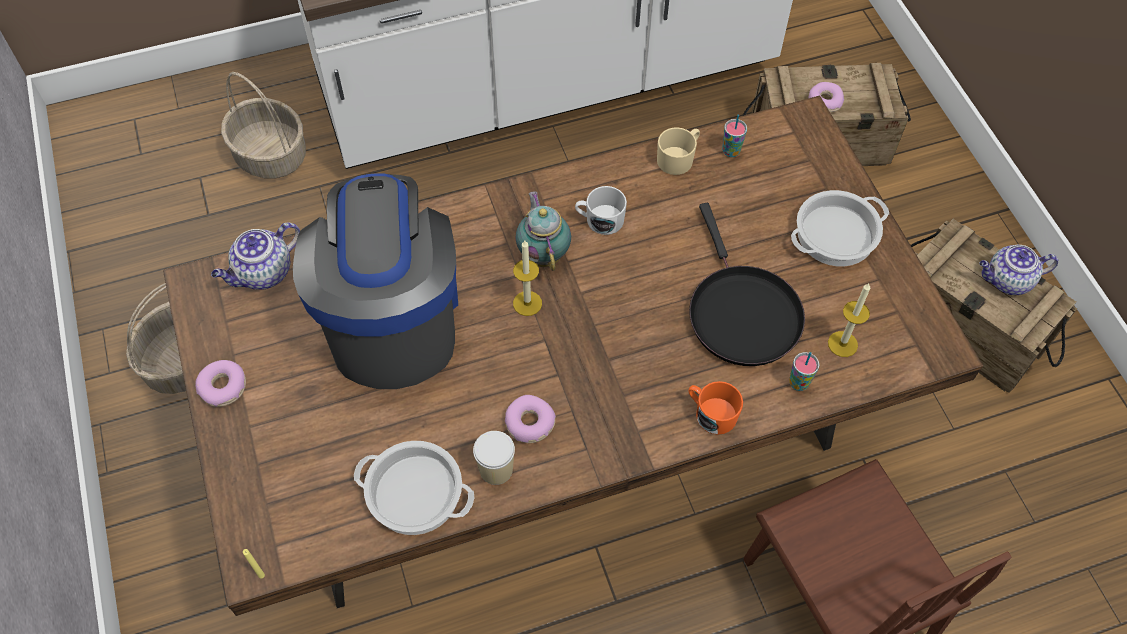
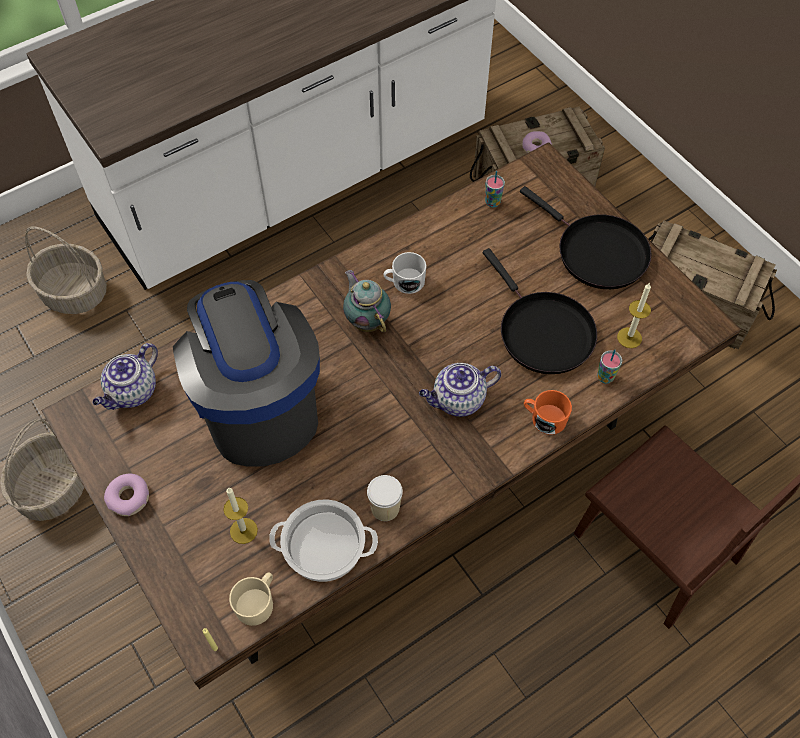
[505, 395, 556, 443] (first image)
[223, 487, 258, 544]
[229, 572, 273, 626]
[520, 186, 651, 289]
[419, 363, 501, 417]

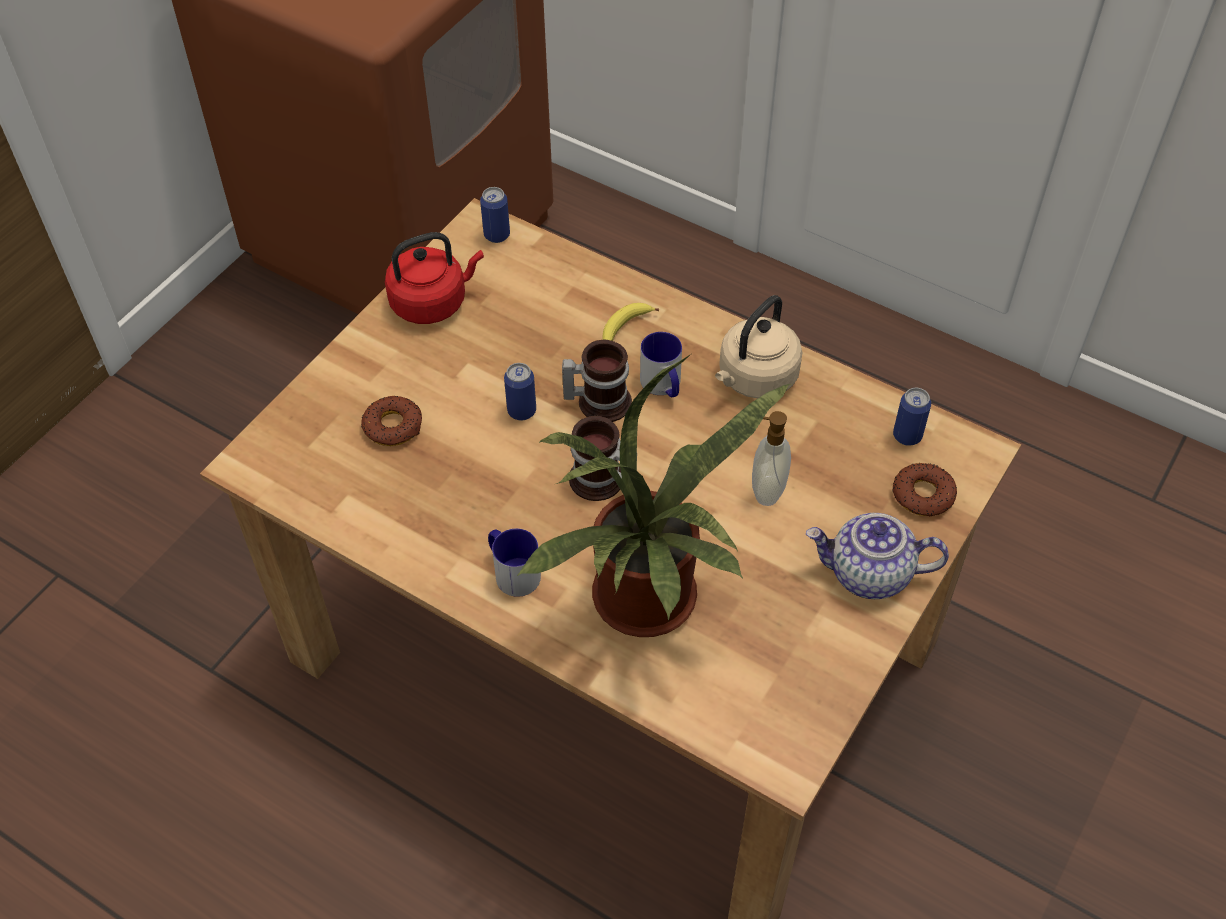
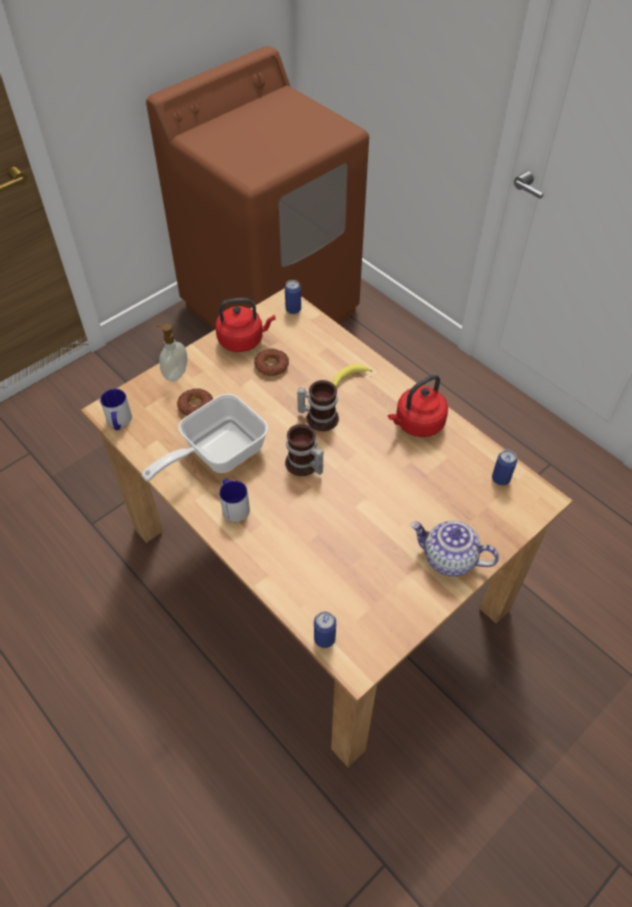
[314, 611, 336, 648]
[516, 355, 791, 637] (first image)
[100, 389, 132, 430]
[388, 374, 448, 437]
[156, 324, 187, 382]
[254, 348, 289, 376]
[142, 394, 268, 481]

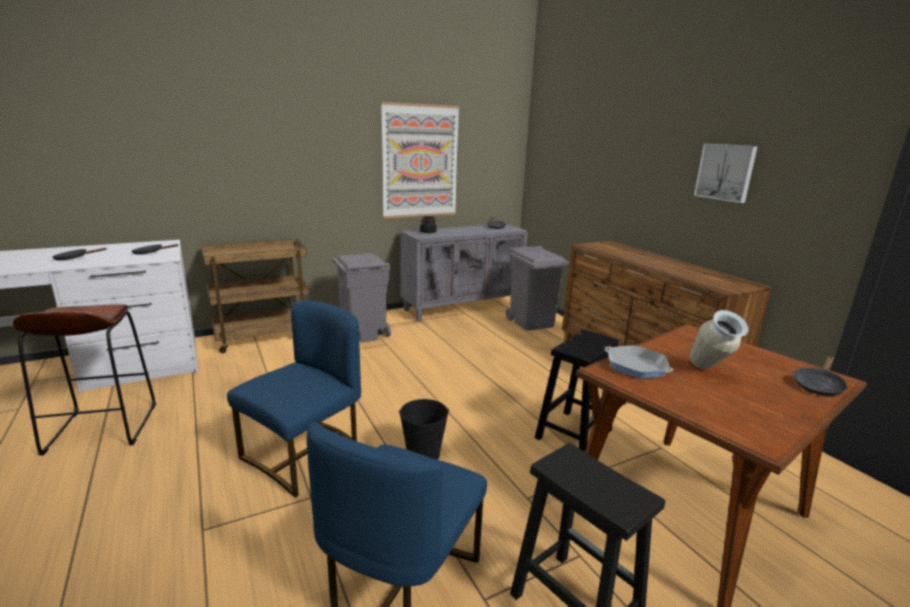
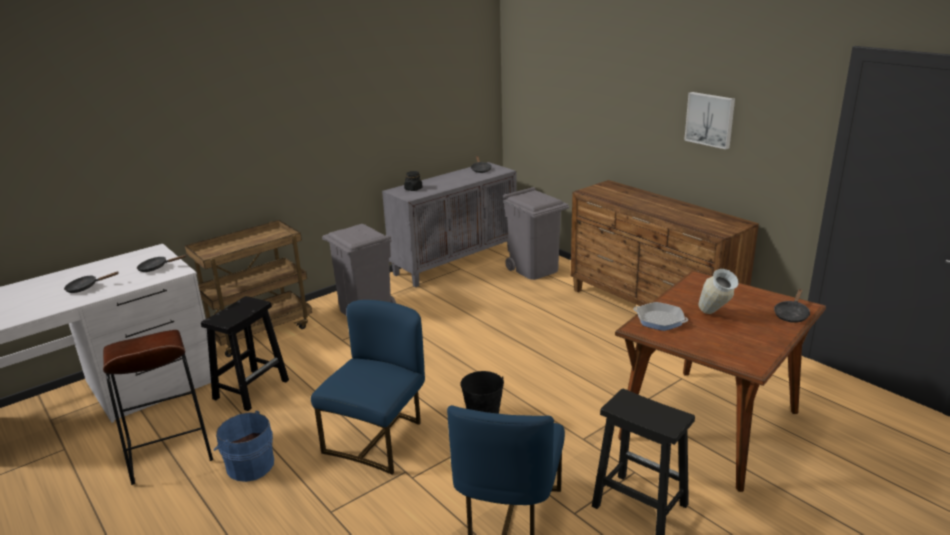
[381, 102, 459, 218] (first image)
[201, 296, 289, 411]
[213, 411, 274, 482]

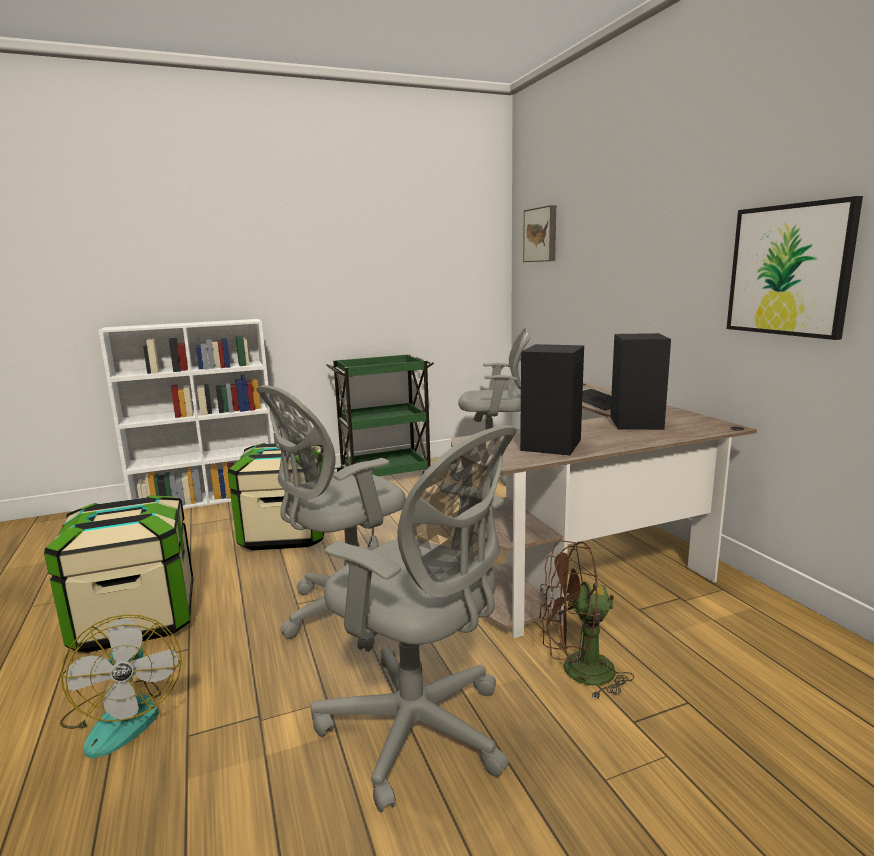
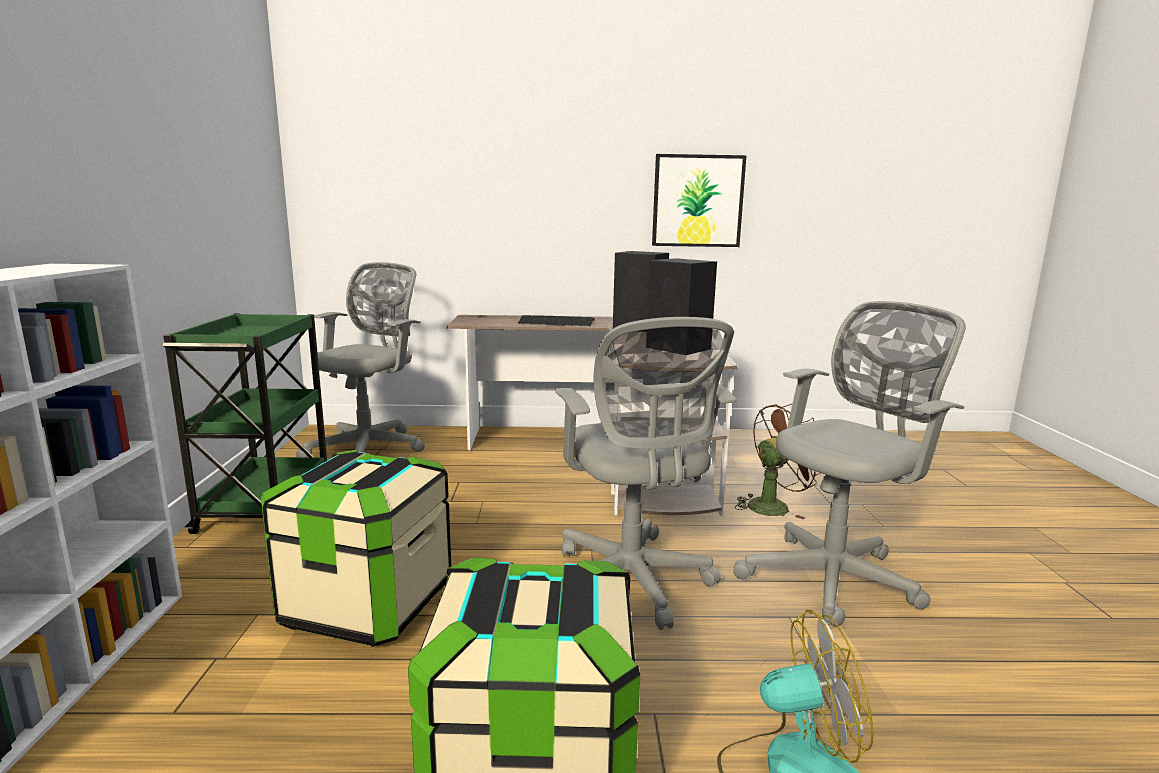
[523, 205, 556, 262] (first image)
[735, 403, 821, 520]

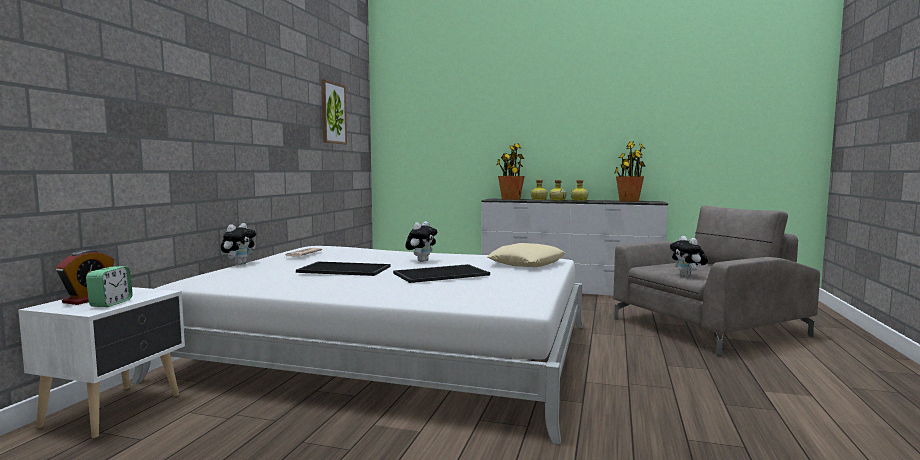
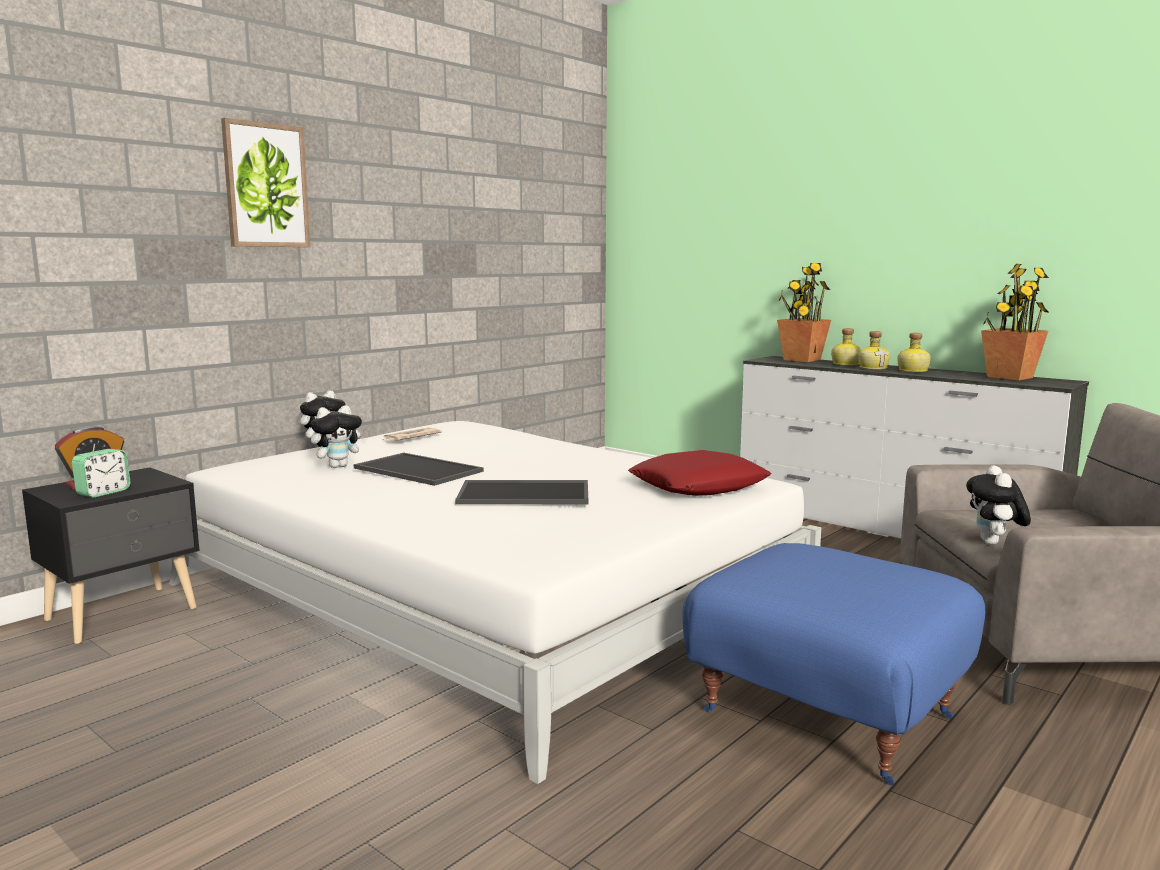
[22, 468, 200, 644]
[221, 118, 311, 247]
[311, 405, 367, 468]
[628, 450, 772, 496]
[682, 543, 985, 785]

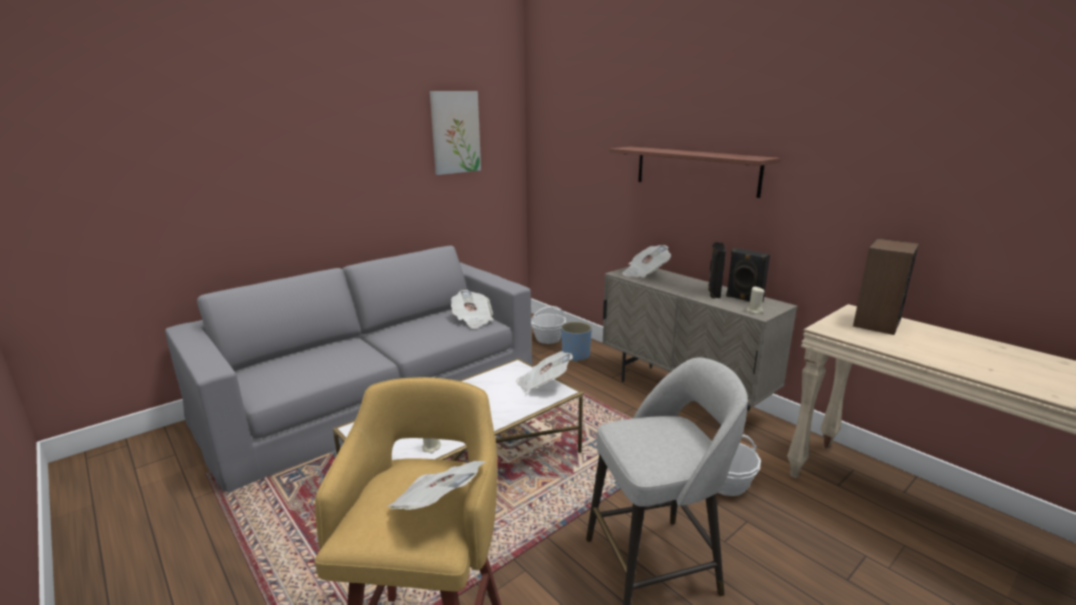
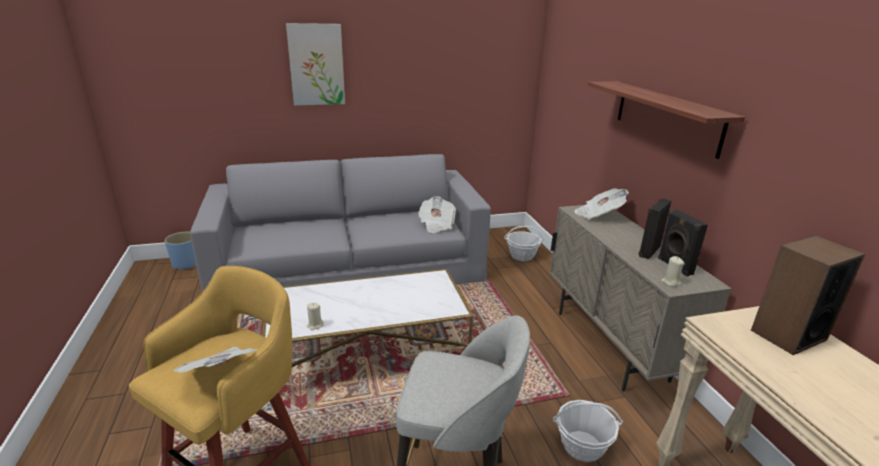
[286, 23, 345, 105]
[516, 351, 573, 392] (first image)
[165, 232, 196, 270]

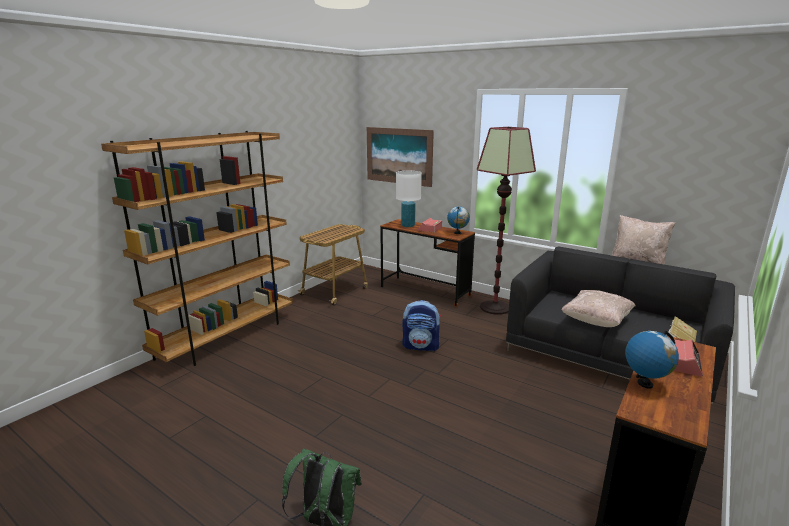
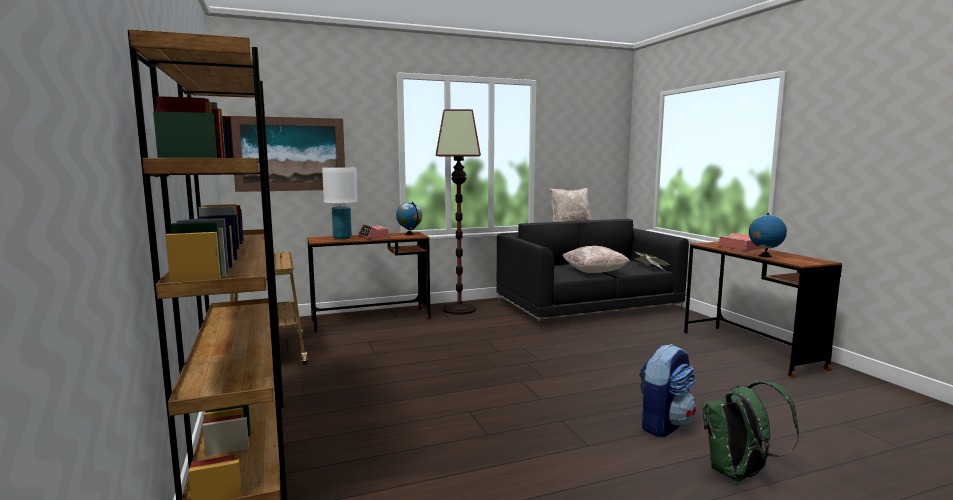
[640, 344, 696, 437]

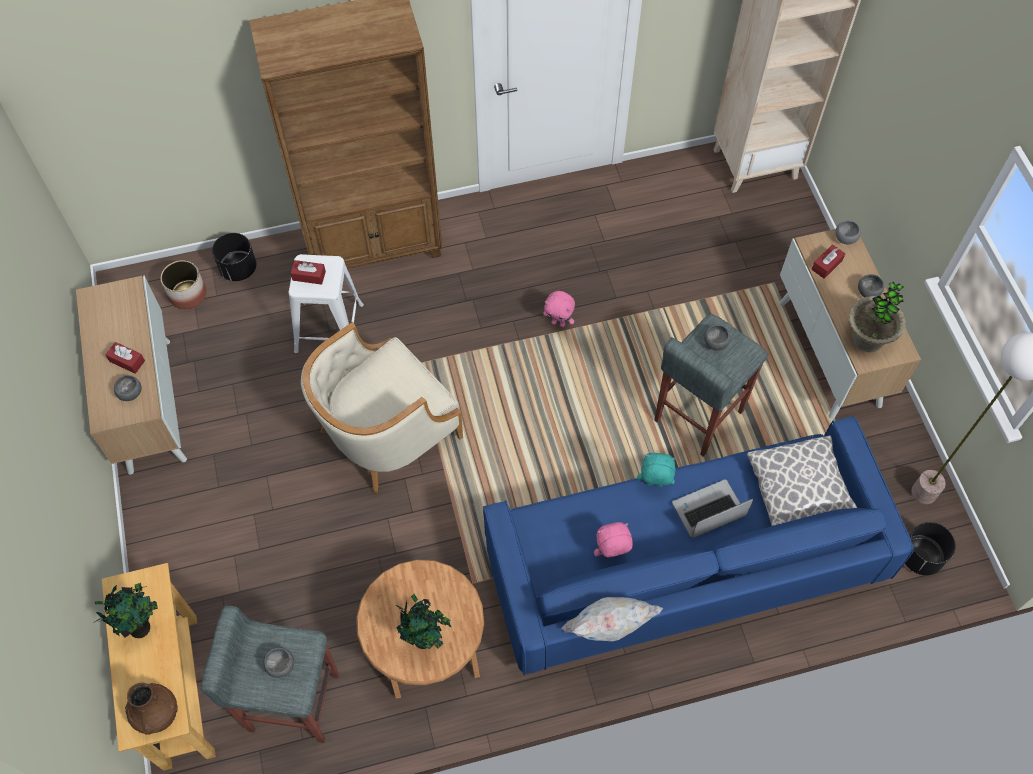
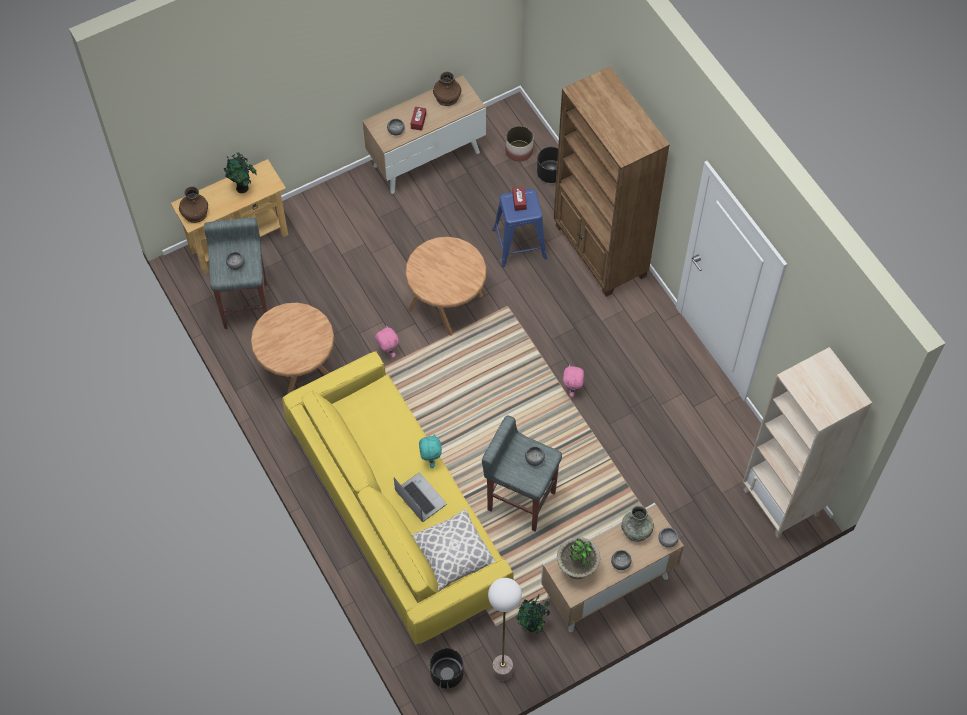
[492, 189, 547, 267]
[405, 237, 486, 335]
[516, 595, 550, 634]
[282, 351, 513, 644]
[561, 597, 664, 641] (first image)
[375, 325, 399, 358]
[621, 506, 654, 542]
[433, 72, 461, 106]

